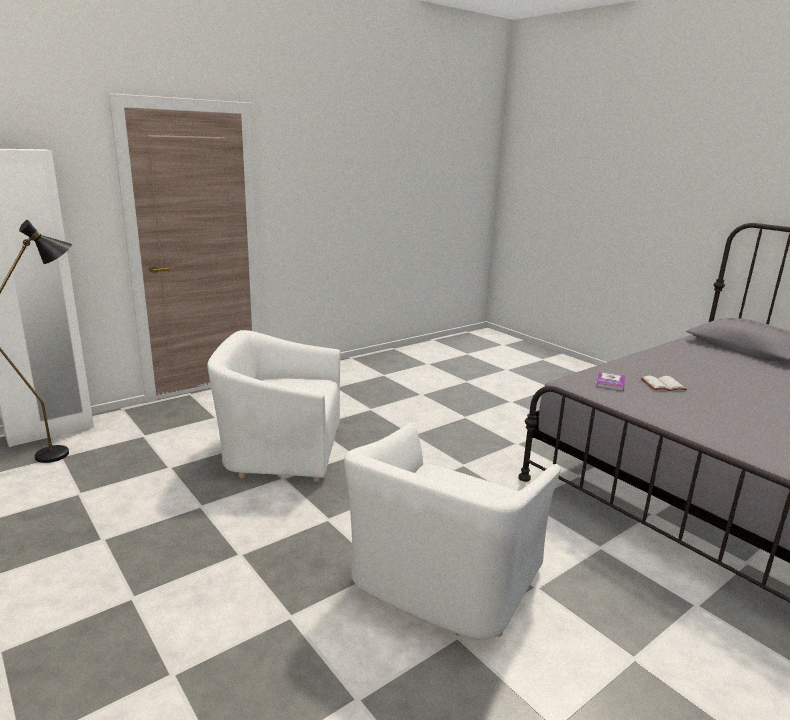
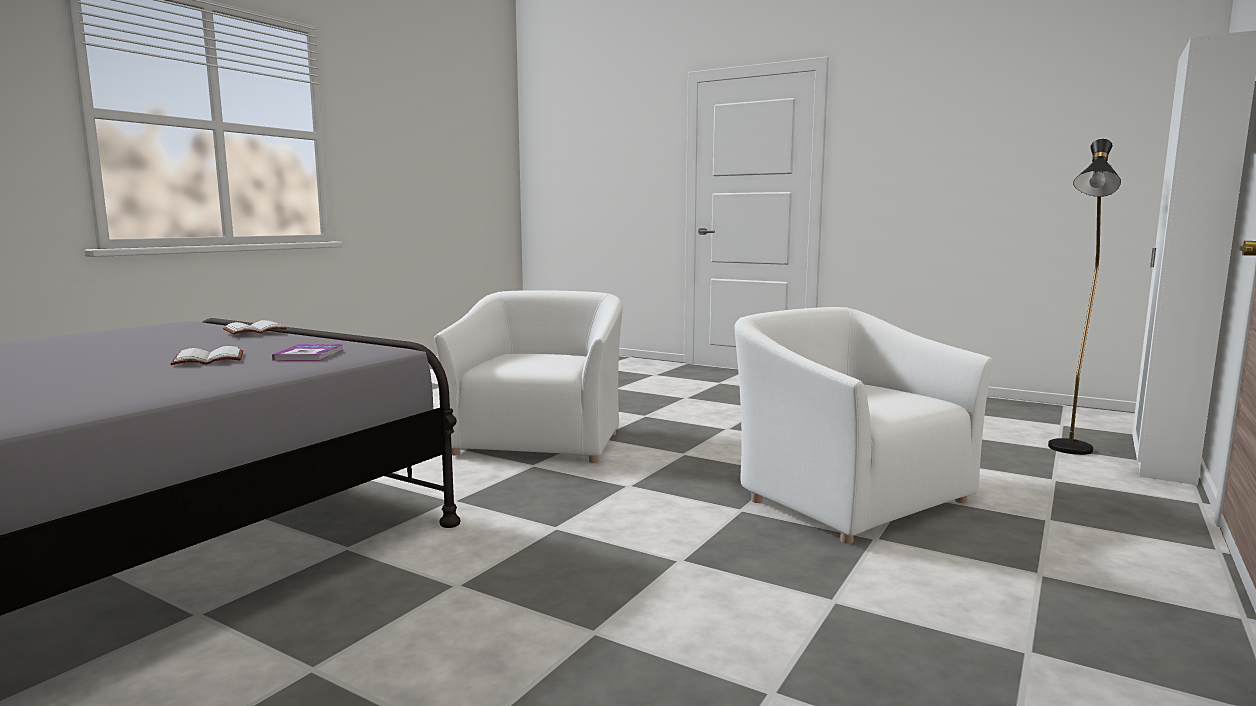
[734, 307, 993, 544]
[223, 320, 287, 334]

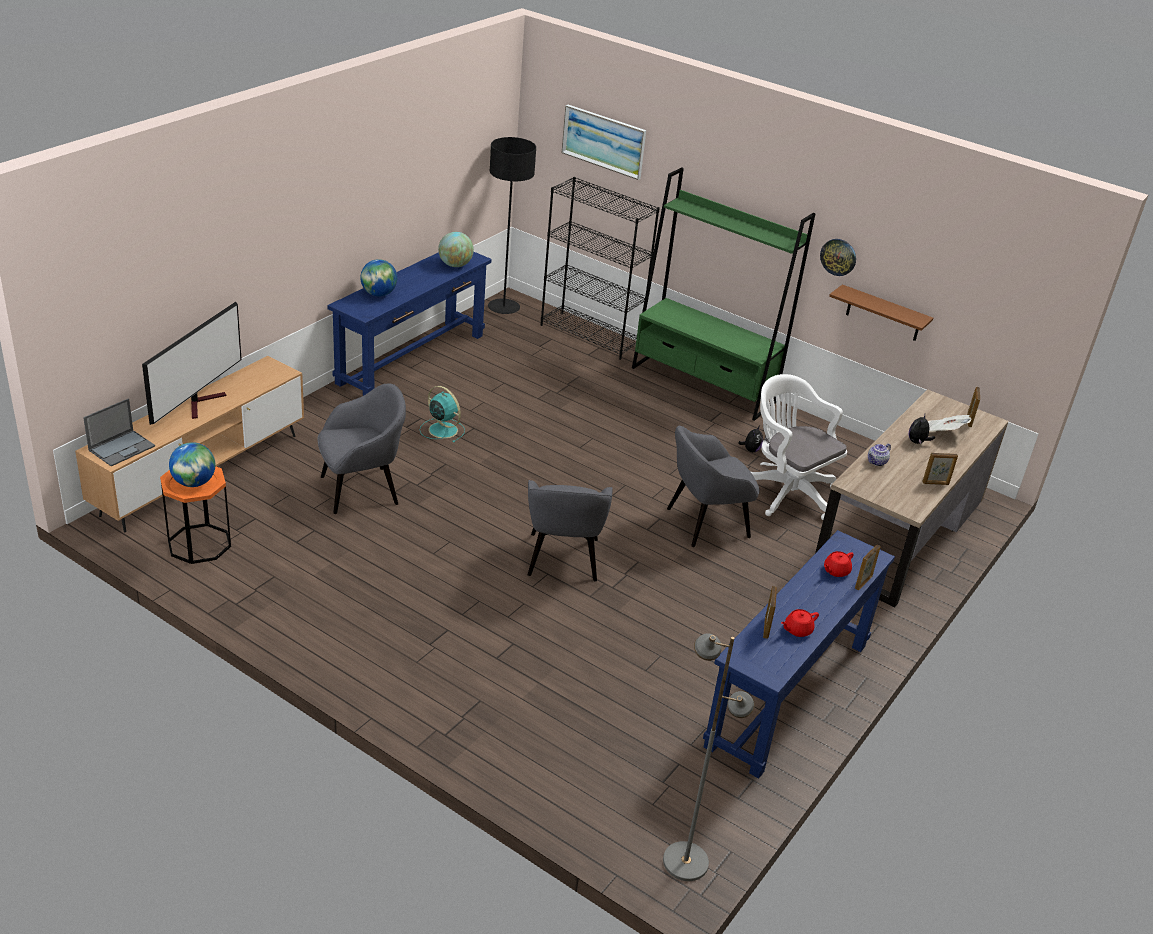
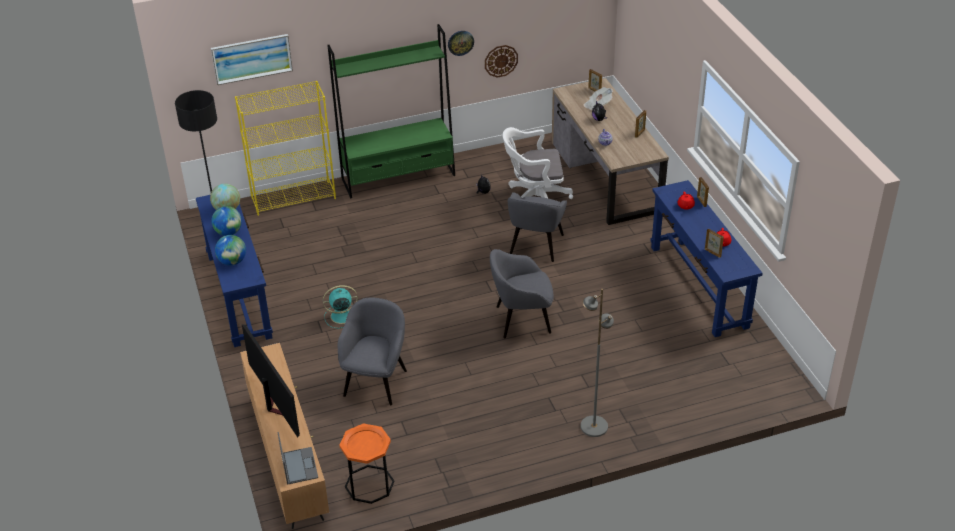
[211, 206, 242, 236]
[490, 249, 554, 339]
[235, 81, 336, 216]
[580, 289, 614, 437]
[485, 45, 518, 78]

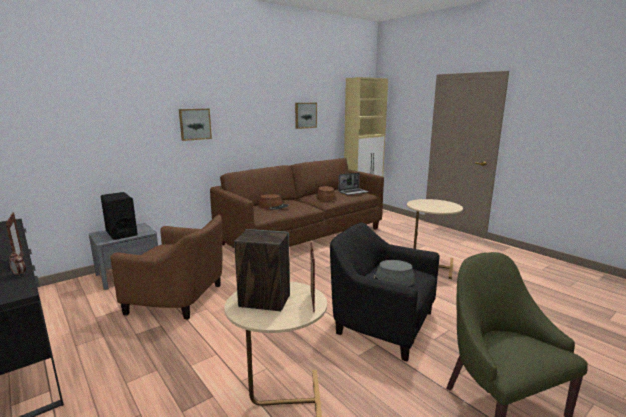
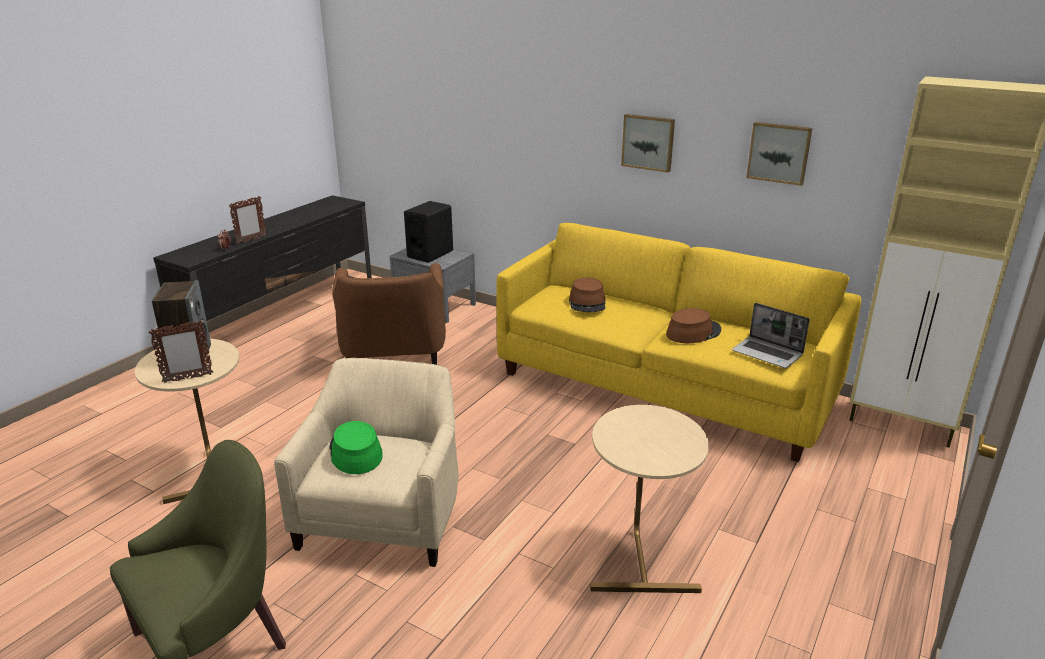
[621, 114, 675, 173]
[496, 223, 861, 462]
[274, 358, 458, 567]
[329, 421, 383, 474]

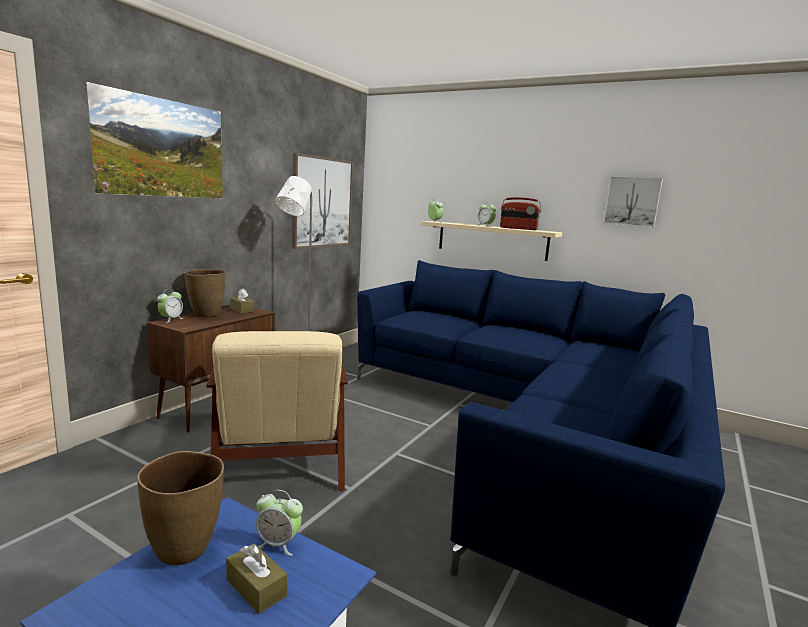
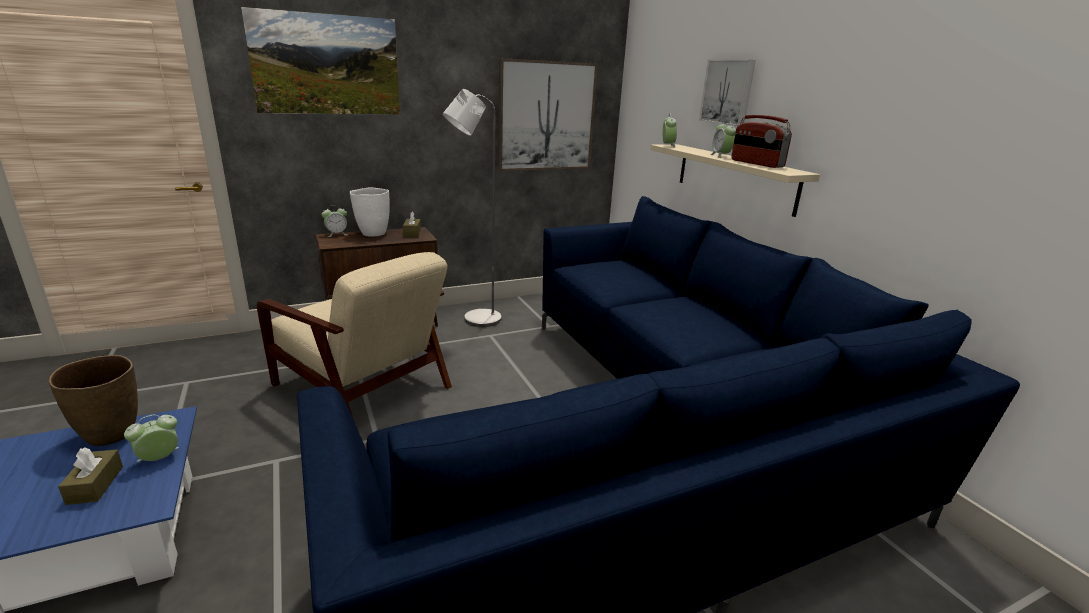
[350, 187, 390, 237]
[257, 252, 452, 417]
[124, 414, 179, 462]
[699, 60, 756, 126]

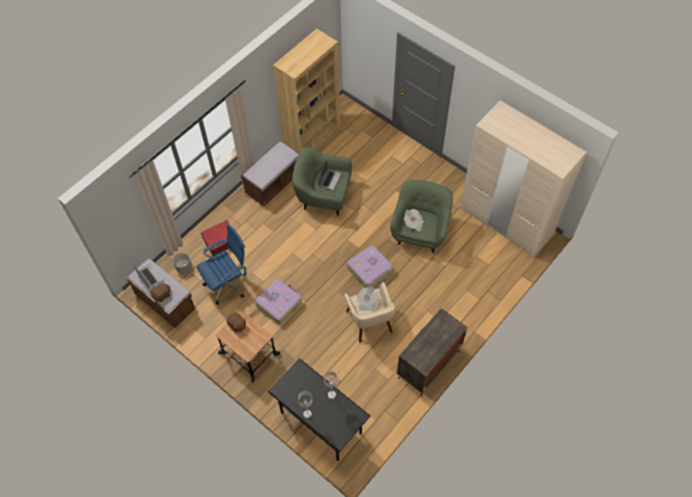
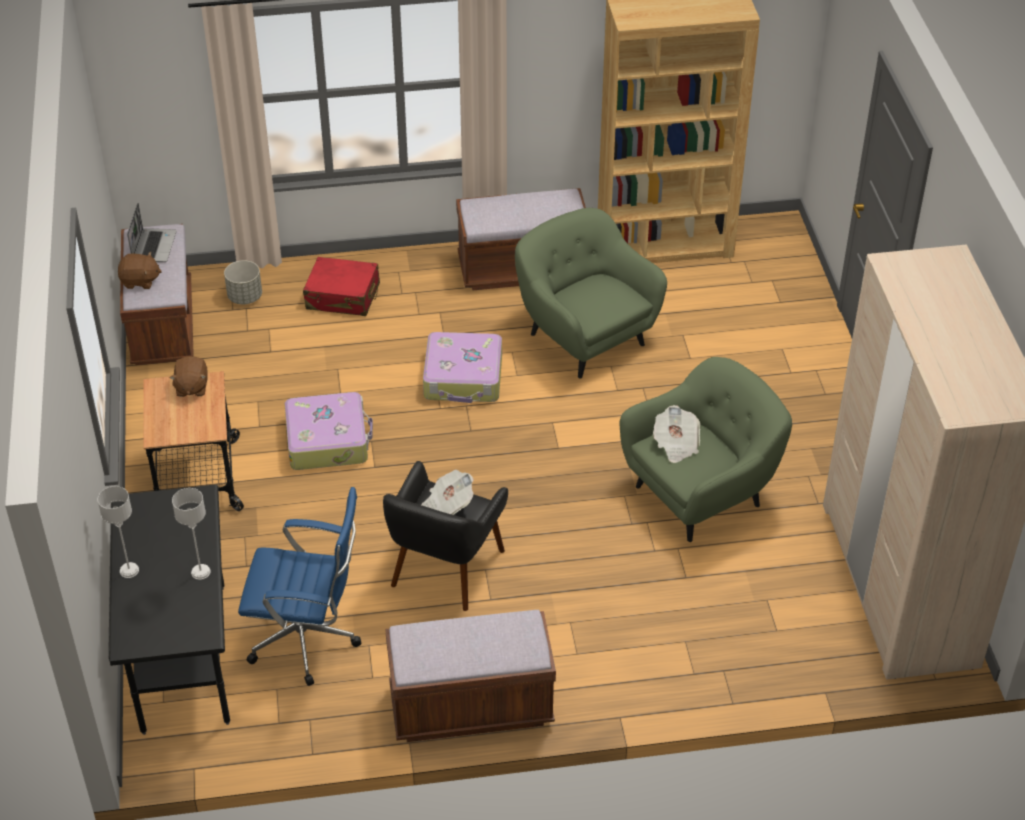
[238, 487, 361, 686]
[318, 160, 341, 190] (first image)
[383, 461, 508, 611]
[423, 332, 502, 403]
[385, 610, 556, 742]

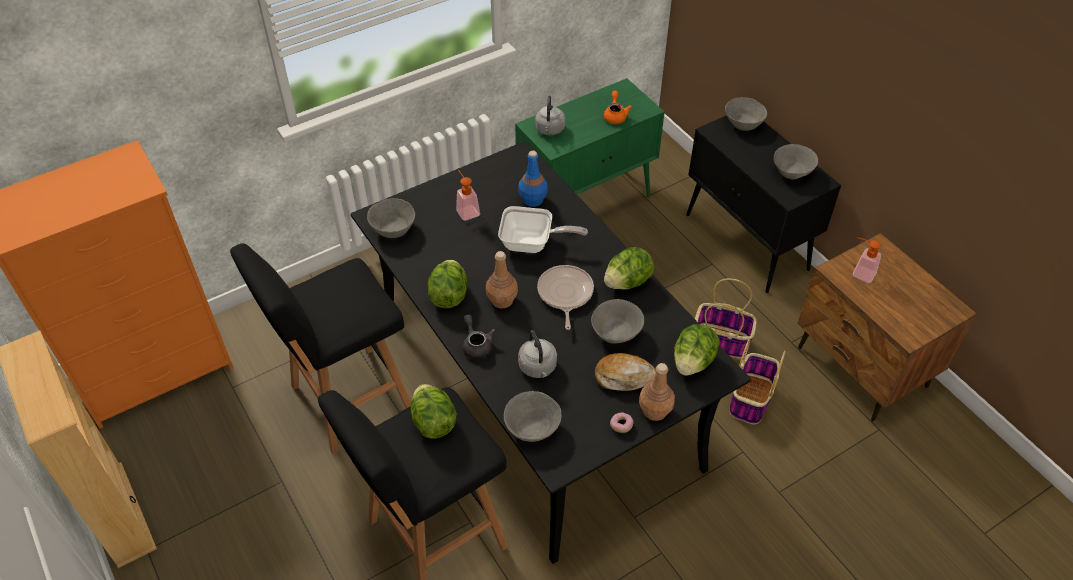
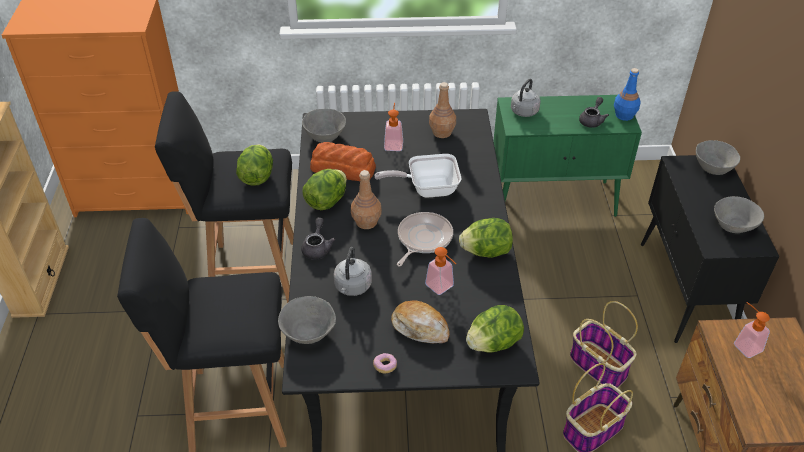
[236, 144, 273, 186]
[374, 154, 461, 198]
[614, 68, 641, 121]
[425, 247, 456, 295]
[579, 97, 609, 128]
[429, 82, 456, 138]
[310, 142, 376, 181]

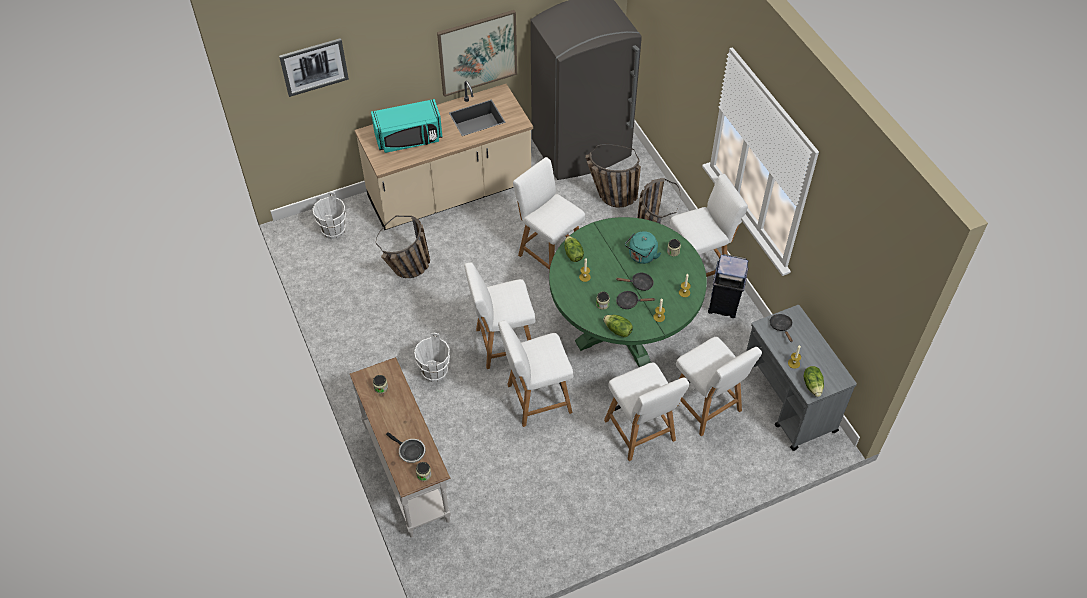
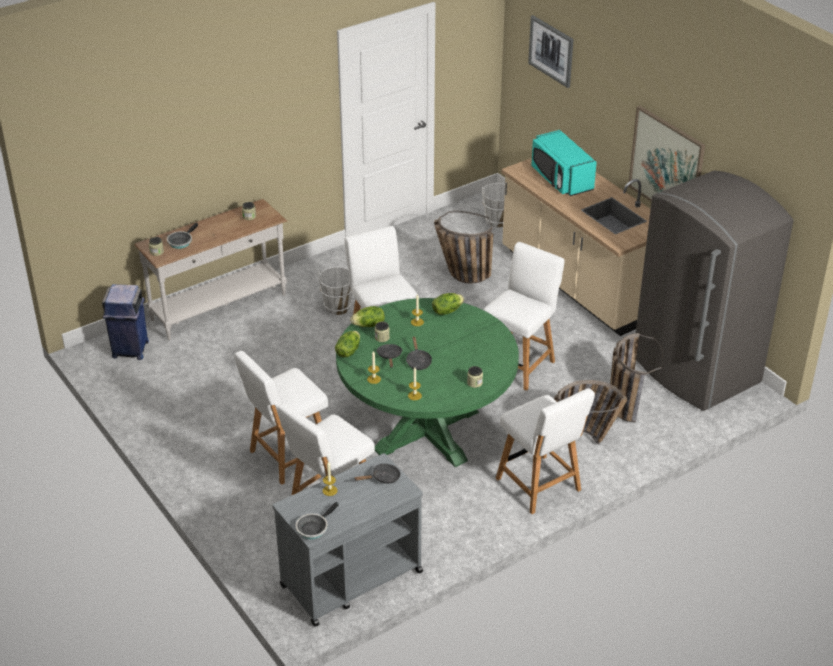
[498, 320, 573, 427] (first image)
[625, 231, 661, 264] (first image)
[102, 284, 149, 360]
[350, 306, 385, 327]
[295, 502, 339, 539]

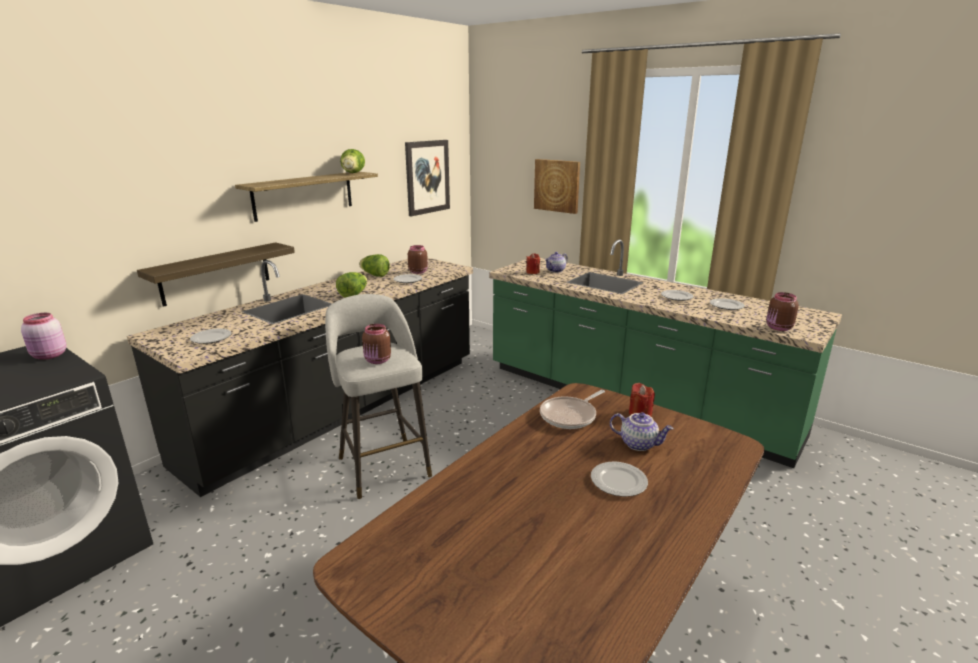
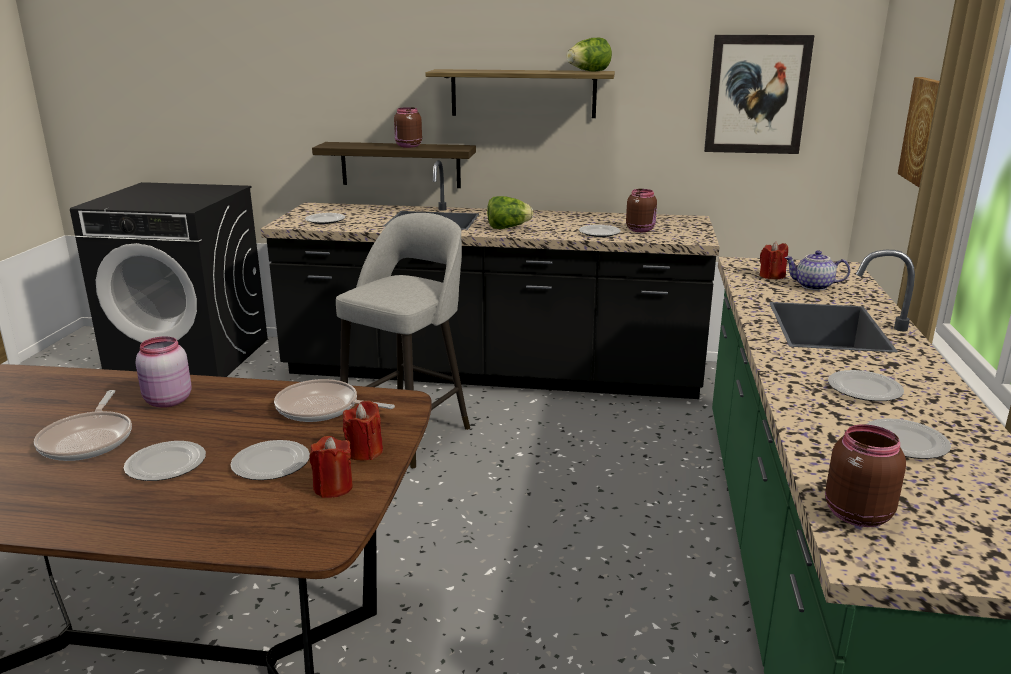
[136, 336, 192, 408]
[359, 254, 390, 277] (first image)
[394, 107, 422, 148]
[230, 440, 310, 480]
[34, 390, 132, 461]
[310, 436, 353, 498]

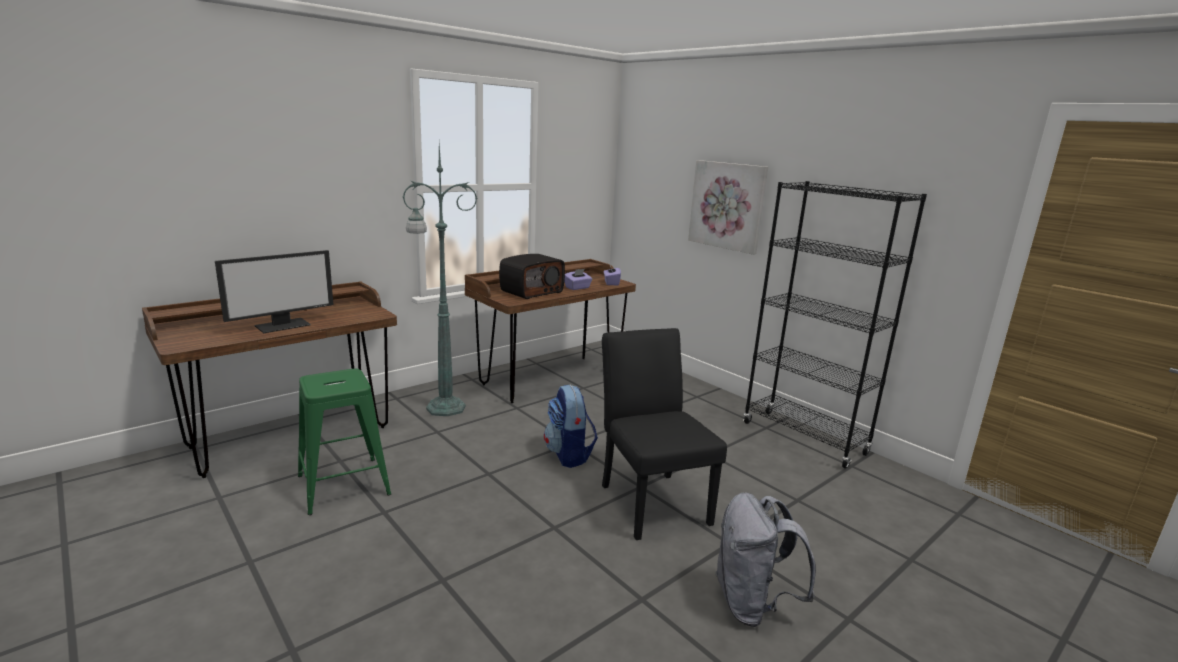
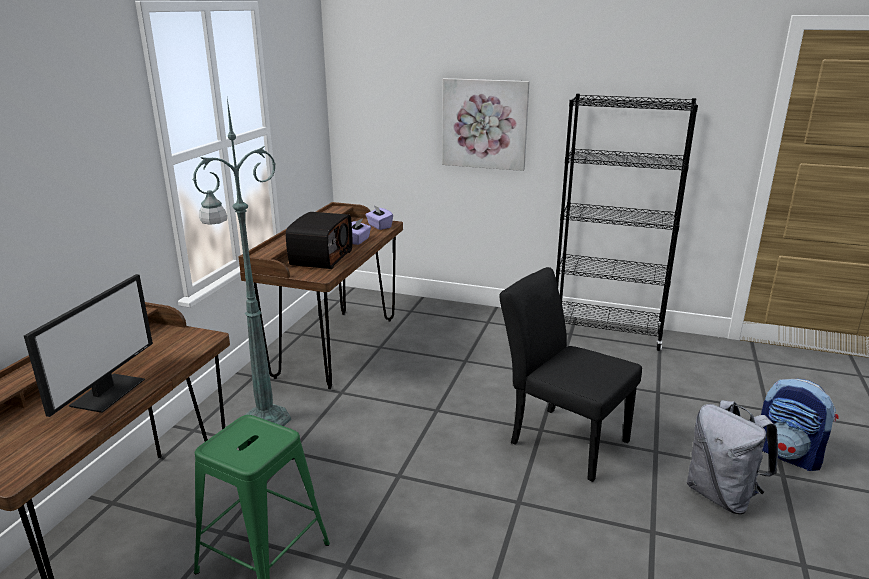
[761, 379, 839, 471]

